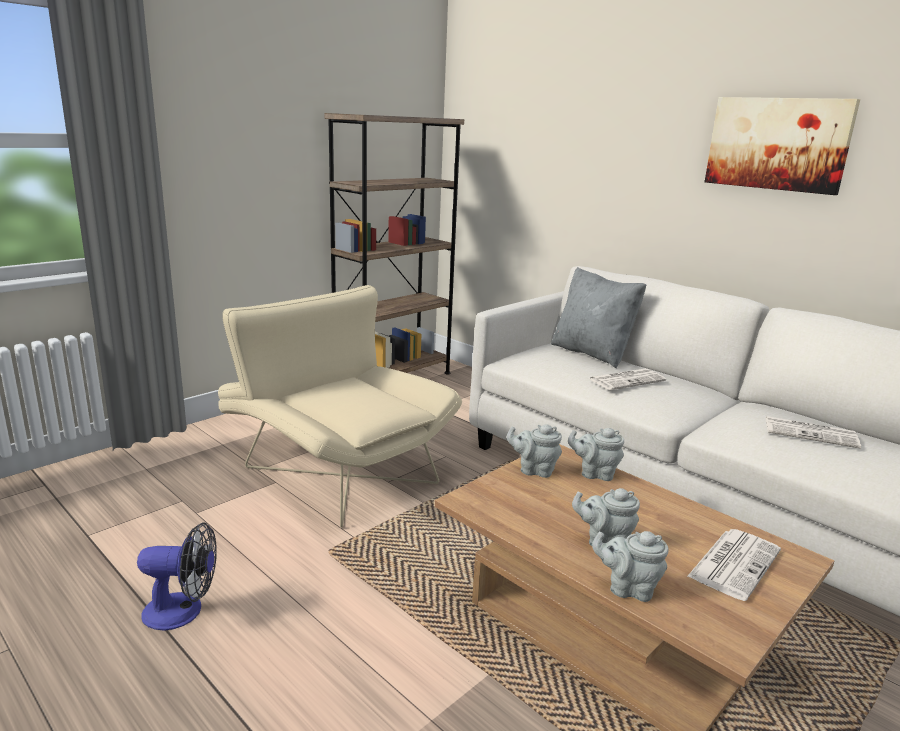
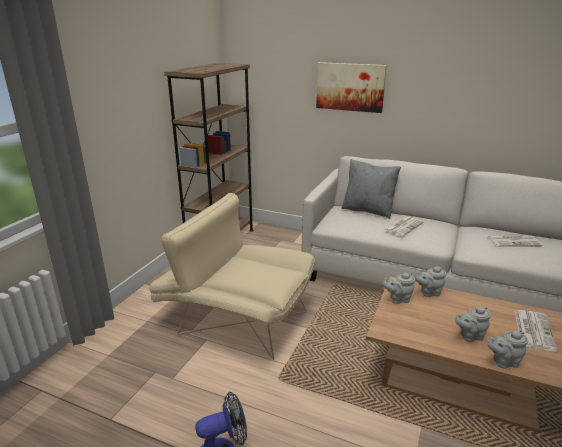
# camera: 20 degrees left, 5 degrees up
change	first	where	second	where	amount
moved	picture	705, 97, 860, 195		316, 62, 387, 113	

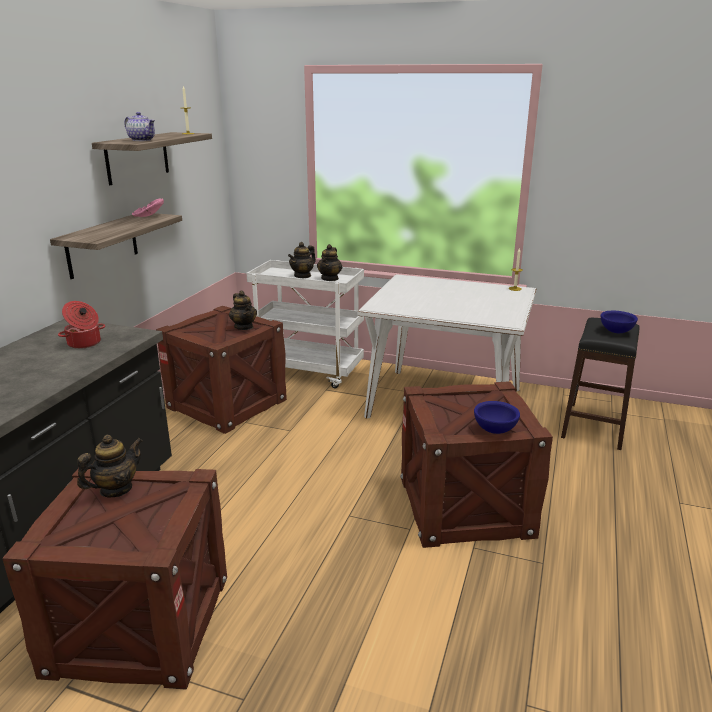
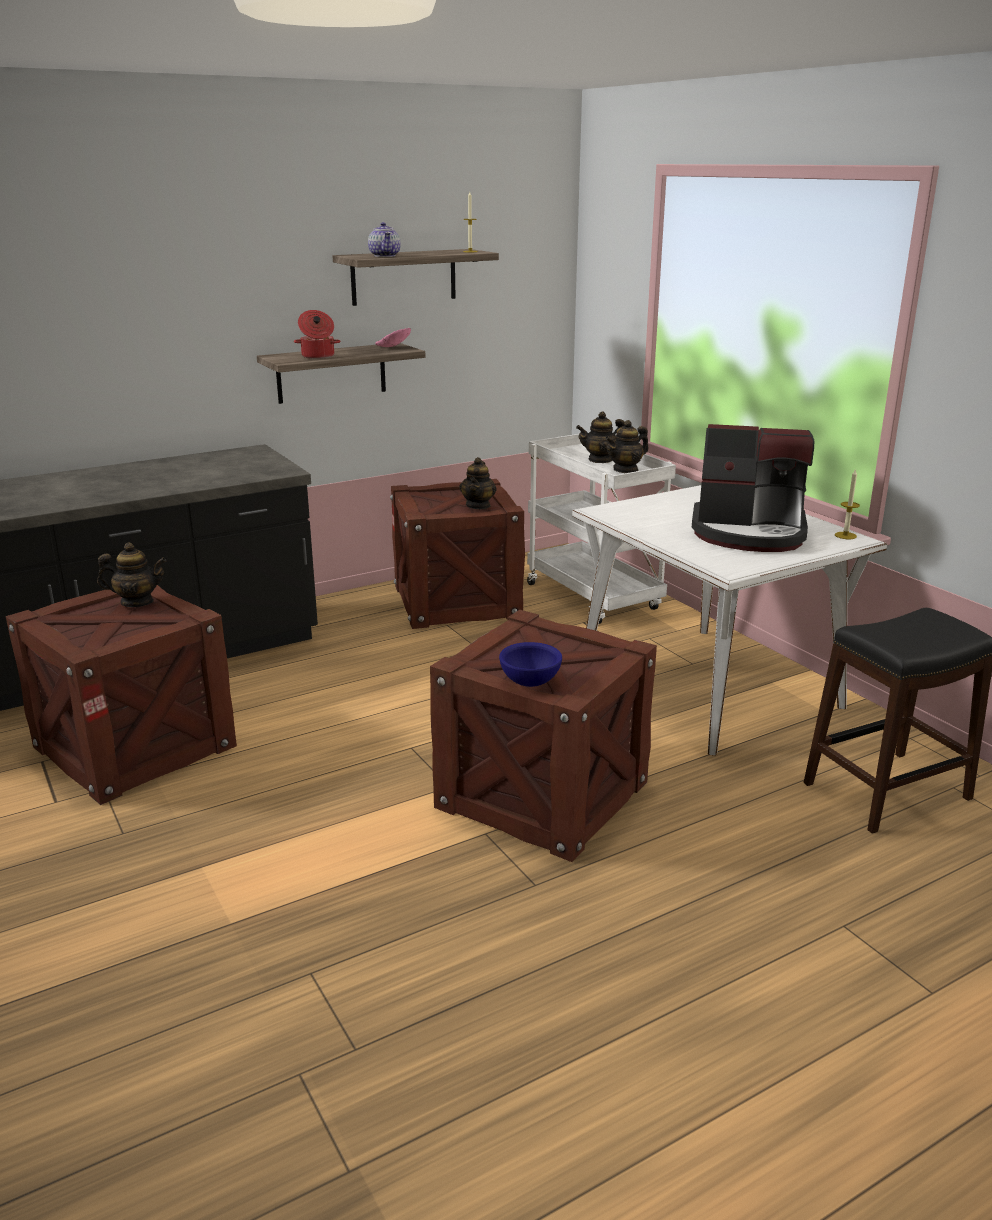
# camera: 40 degrees right, 0 degrees up
change	first	where	second	where	amount
moved	cooking pot	58, 301, 105, 349		294, 310, 340, 359	
removed	bowl in blue	601, 311, 638, 333			
added			coffee machine	692, 424, 814, 552	

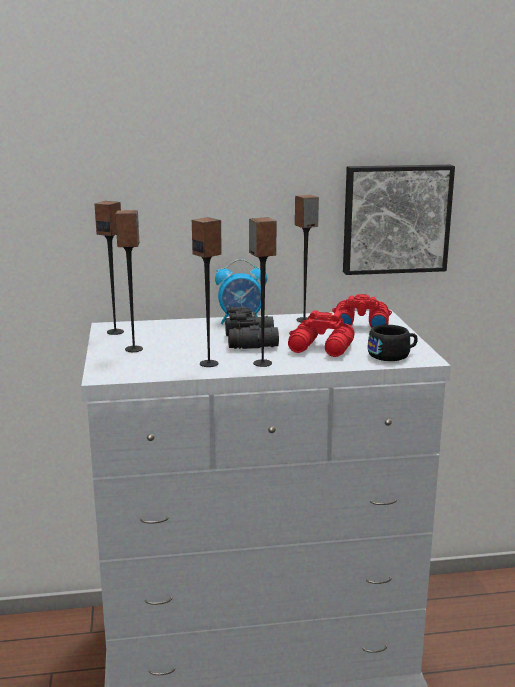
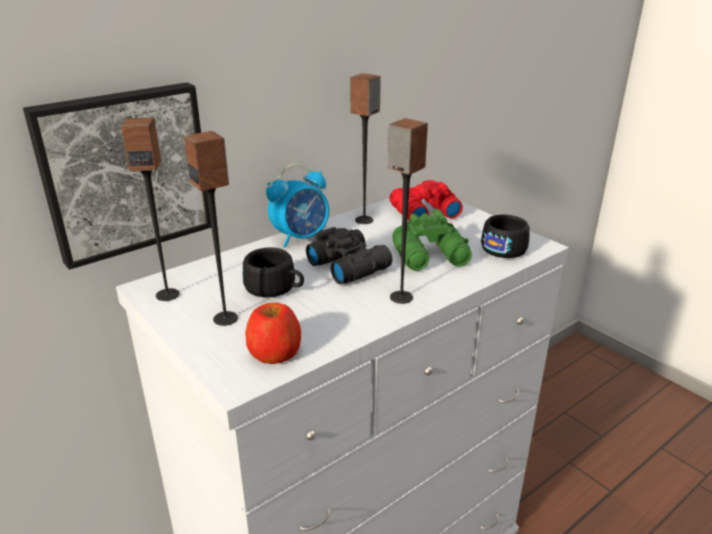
# camera: 30 degrees left, 10 degrees up
change	first	where	second	where	amount
moved	picture	343, 165, 455, 275		23, 82, 211, 270	
removed	speaker	192, 217, 222, 367			
recoloured	binoculars in red	288, 310, 354, 357	binoculars in green	392, 209, 472, 271	
added			cup in black	243, 248, 304, 297	
added			apple	245, 303, 301, 364	

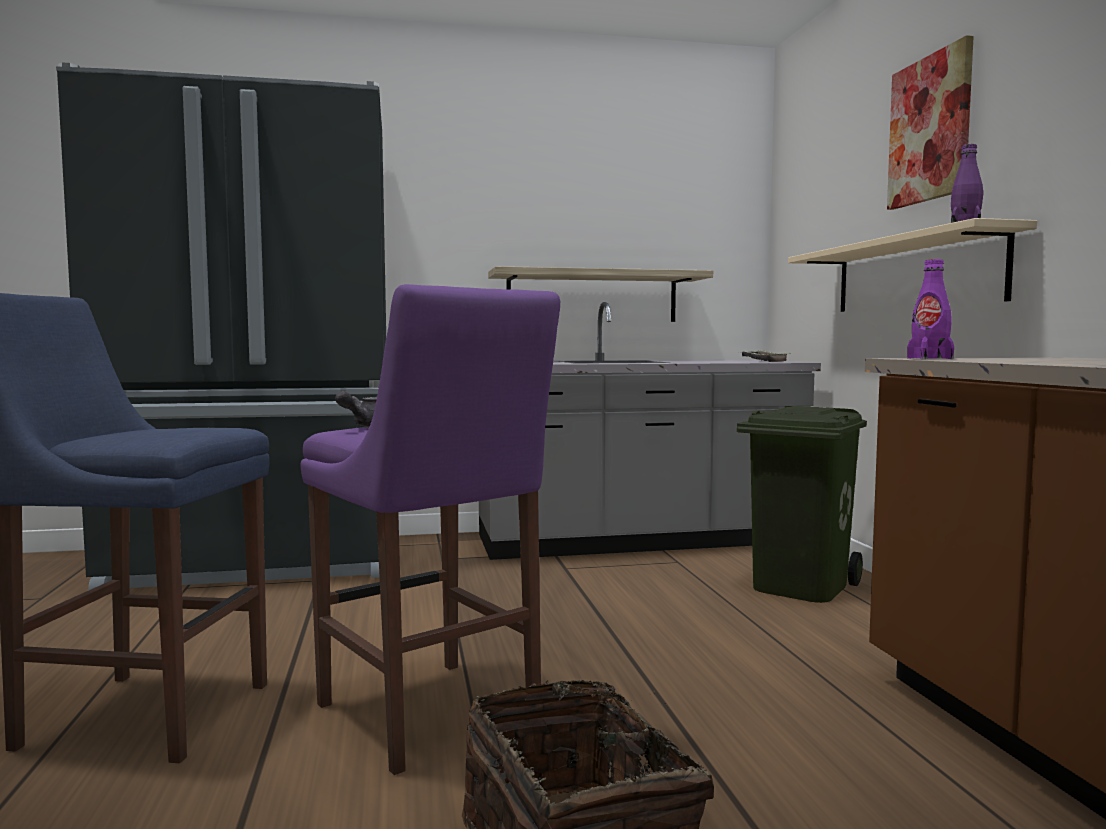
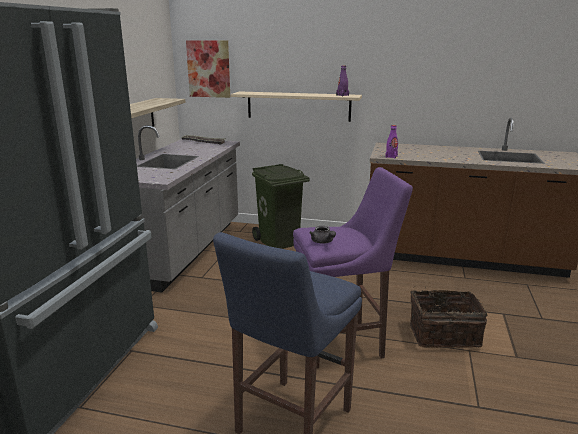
# camera: 65 degrees left, 15 degrees up
change	first	where	second	where	amount
moved	picture	887, 35, 974, 210		186, 40, 230, 98	

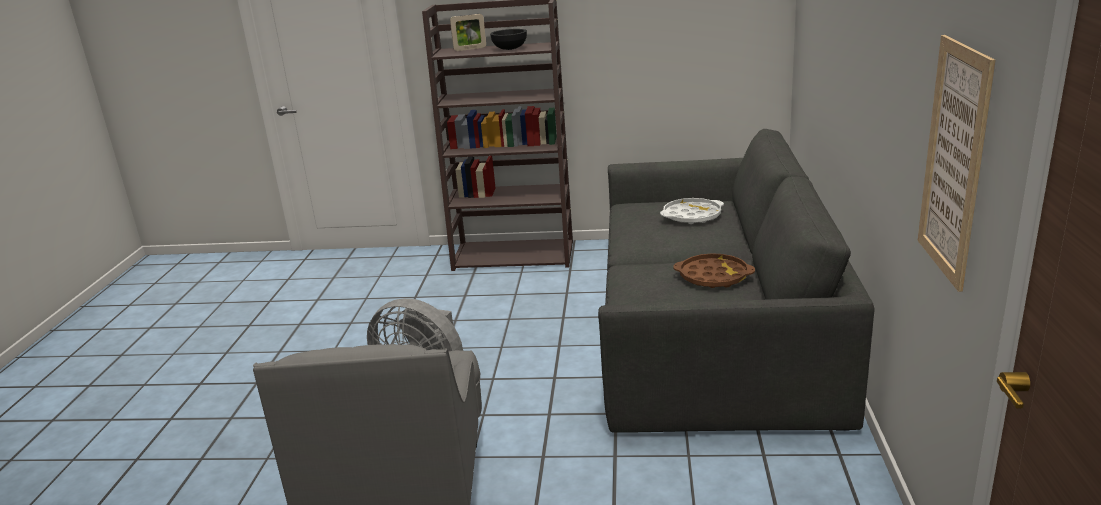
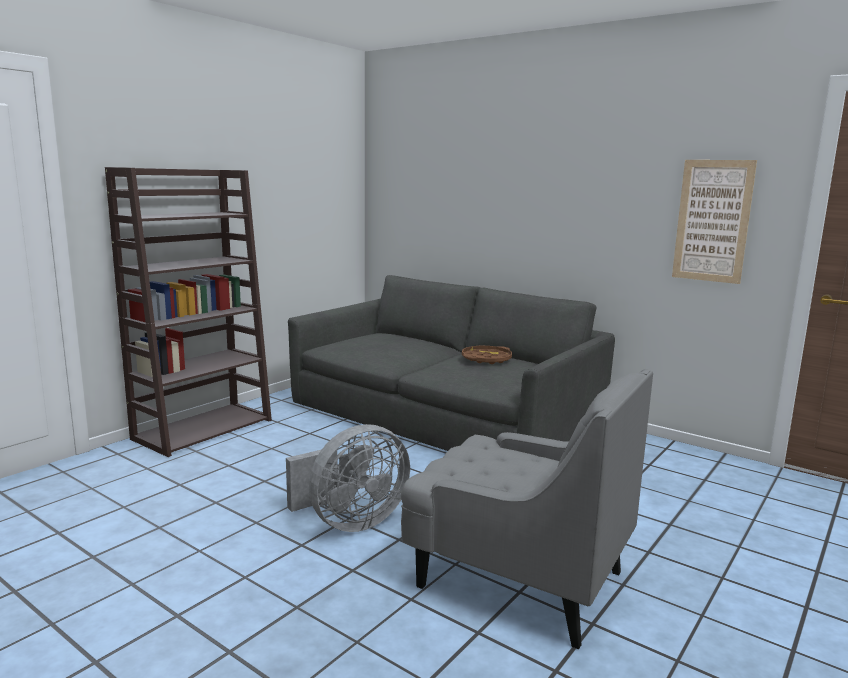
# camera: 60 degrees left, 10 degrees down
change	first	where	second	where	amount
removed	picture frame	450, 14, 486, 51			
removed	bowl in black	490, 29, 527, 50			
removed	tray in white	660, 198, 724, 224			

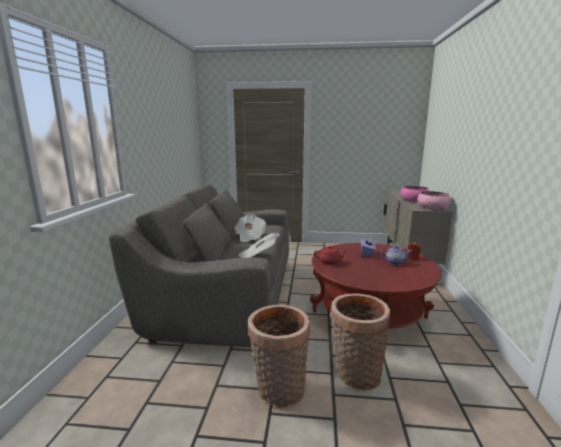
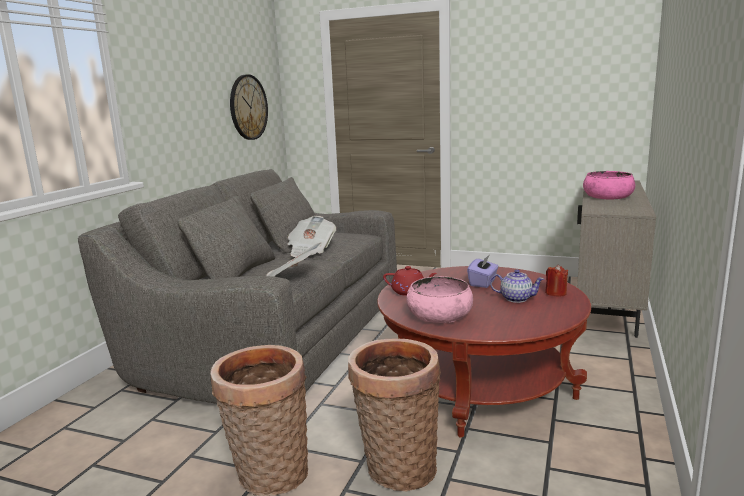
# camera: 15 degrees right, 0 degrees up
change	first	where	second	where	amount
moved	bowl in pink	418, 191, 451, 210		406, 276, 473, 323	
added			wall clock	230, 74, 268, 140	

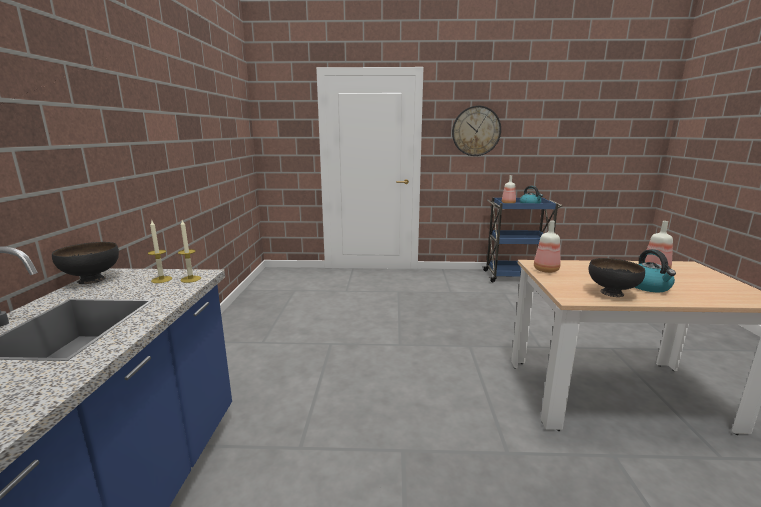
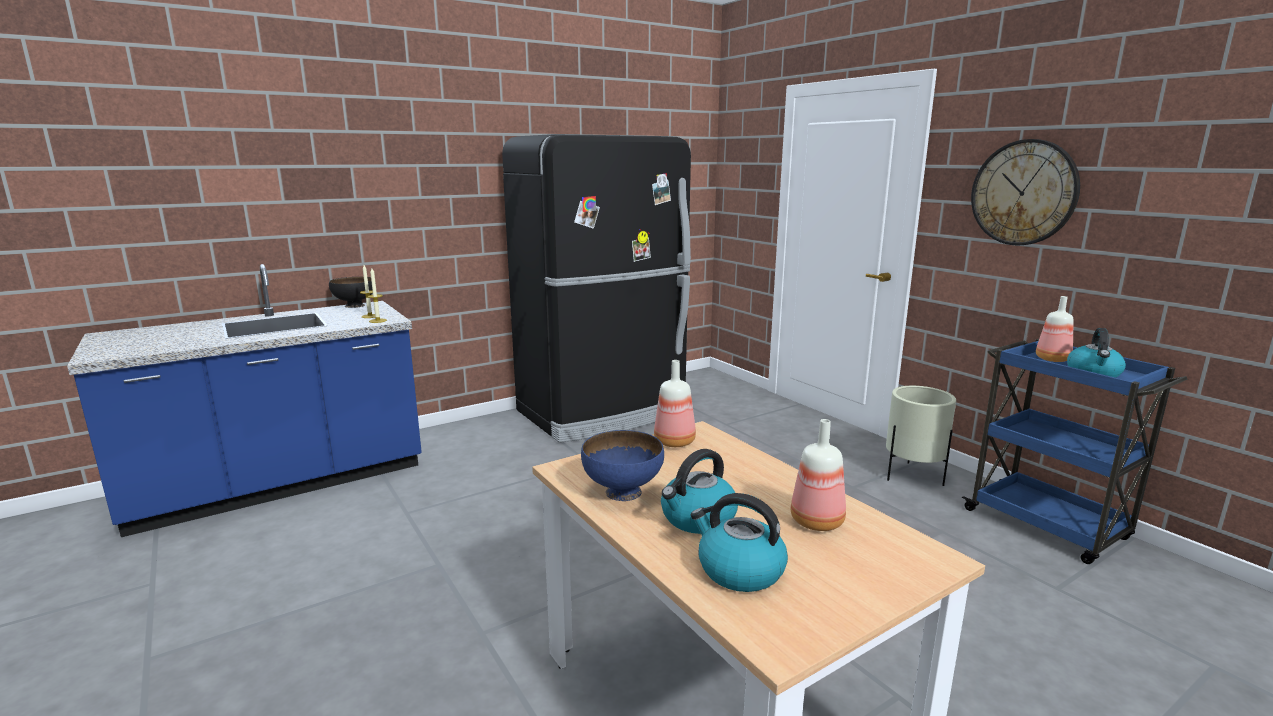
# camera: 55 degrees right, 0 degrees up
change	first	where	second	where	amount
recoloured	bowl in black	589, 258, 645, 297	bowl in blue	581, 430, 664, 501	
added			fridge in black	502, 134, 691, 443	
added			planter in beige	886, 386, 956, 486	
added			kettle	691, 493, 788, 592	

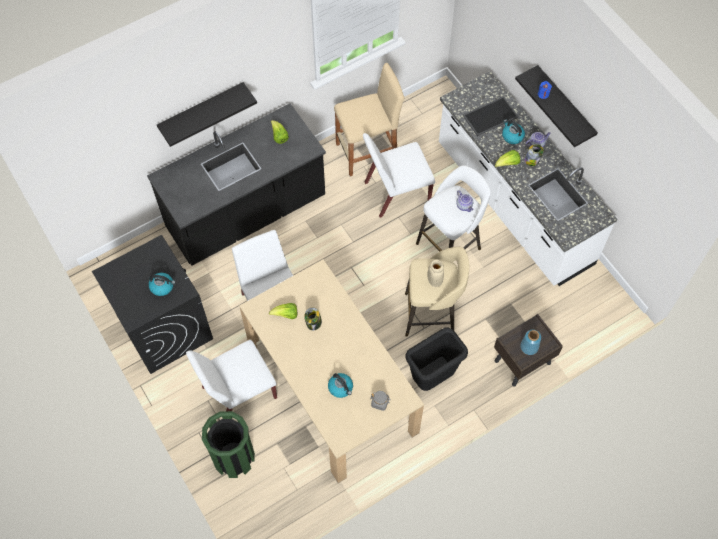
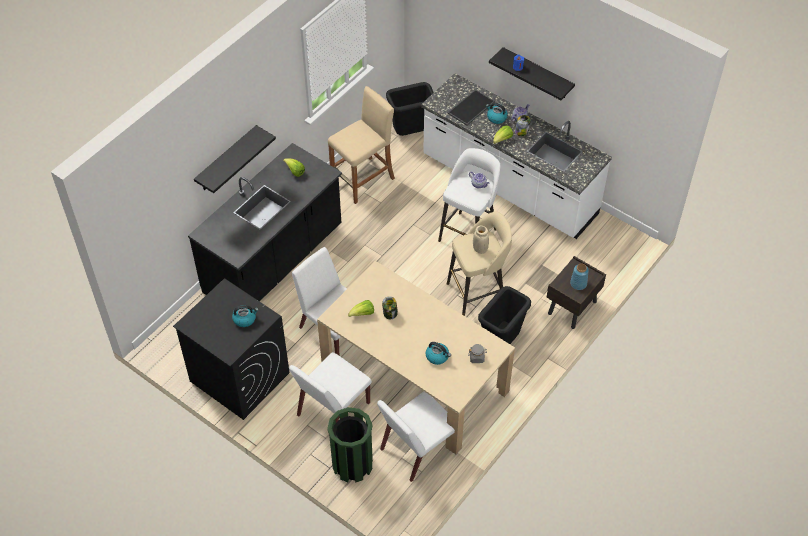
# camera: 20 degrees left, 10 degrees down
change	first	where	second	where	amount
moved	chair in white	363, 133, 435, 218		377, 392, 455, 482	
added			trash can in black	386, 82, 434, 136	

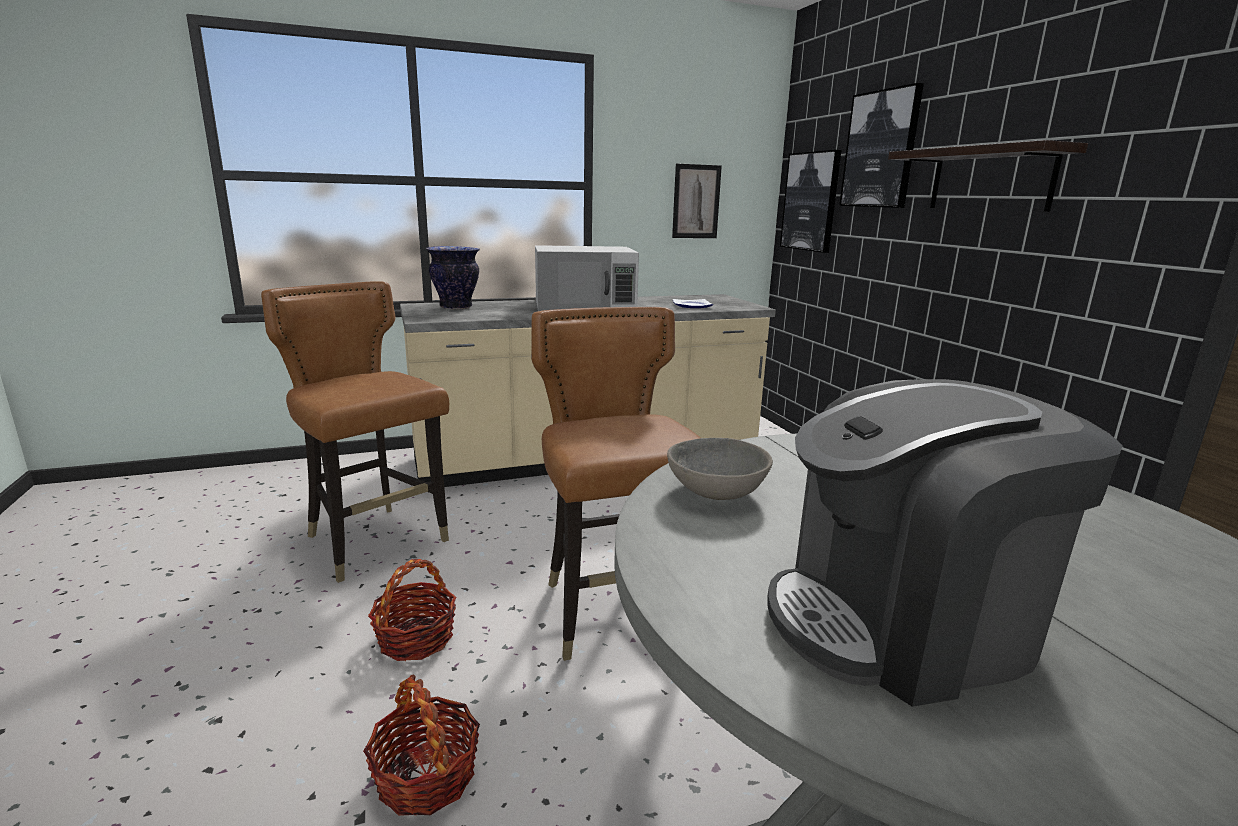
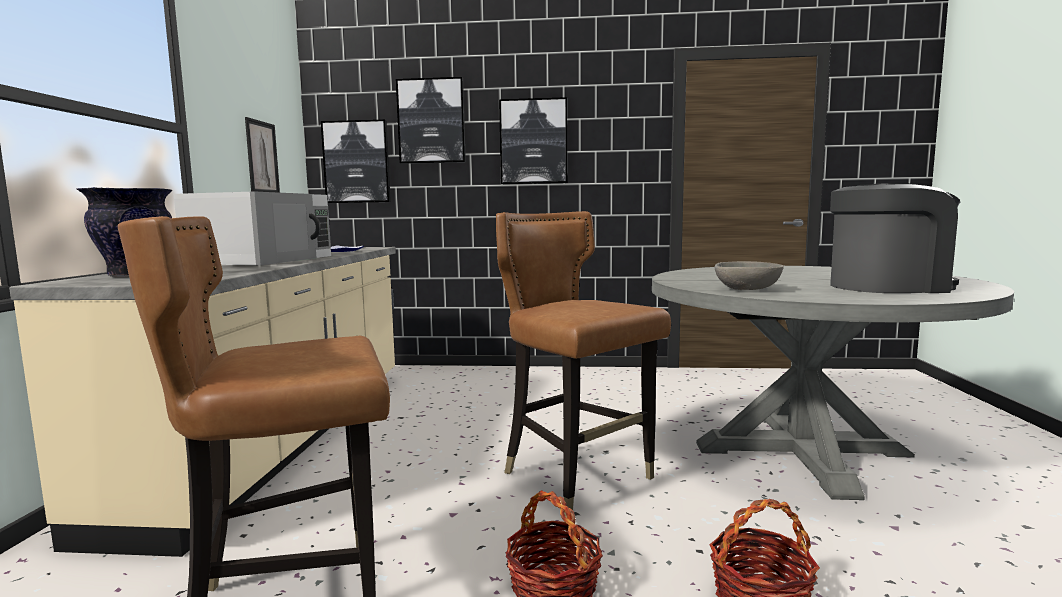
# camera: 65 degrees left, 10 degrees down
change	first	where	second	where	amount
replaced	shelf	888, 140, 1088, 212	picture	499, 97, 568, 184	
turned	chair in brown	531, 307, 701, 661		496, 211, 671, 517	45 degrees clockwise
turned	coffee machine	767, 379, 1123, 707		830, 183, 960, 293	105 degrees counterclockwise

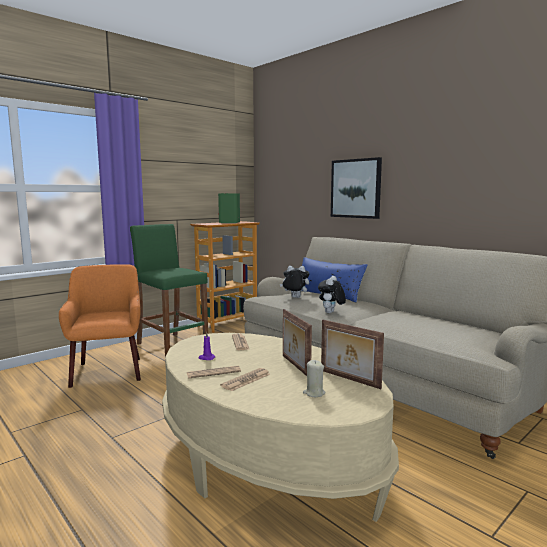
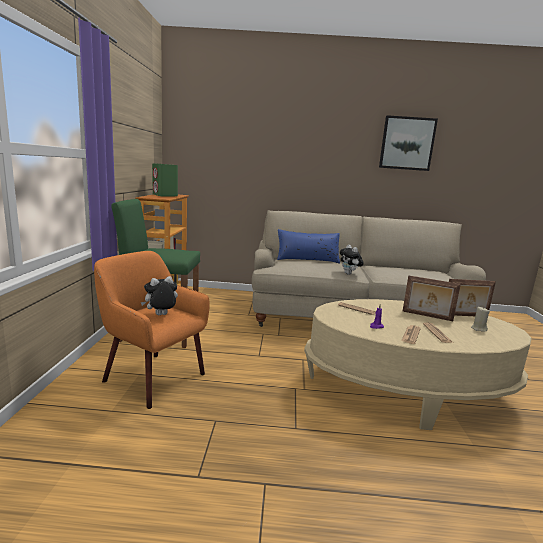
# camera: 45 degrees left, 5 degrees up
change	first	where	second	where	amount
moved	picture	331, 157, 382, 219		379, 115, 438, 171	
moved	plush toy	280, 266, 309, 298		141, 276, 178, 315	

